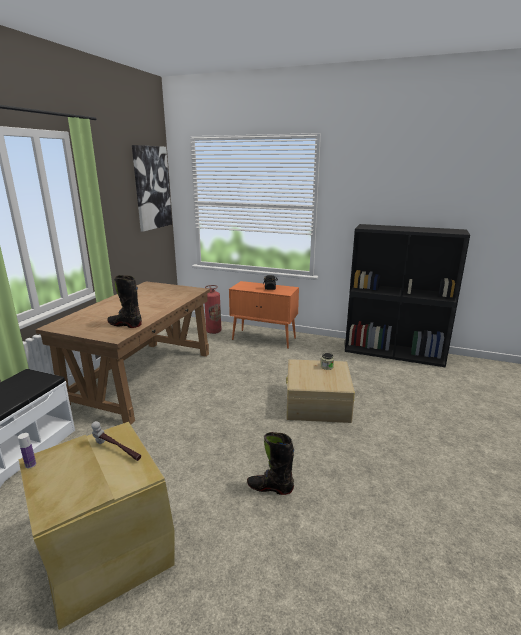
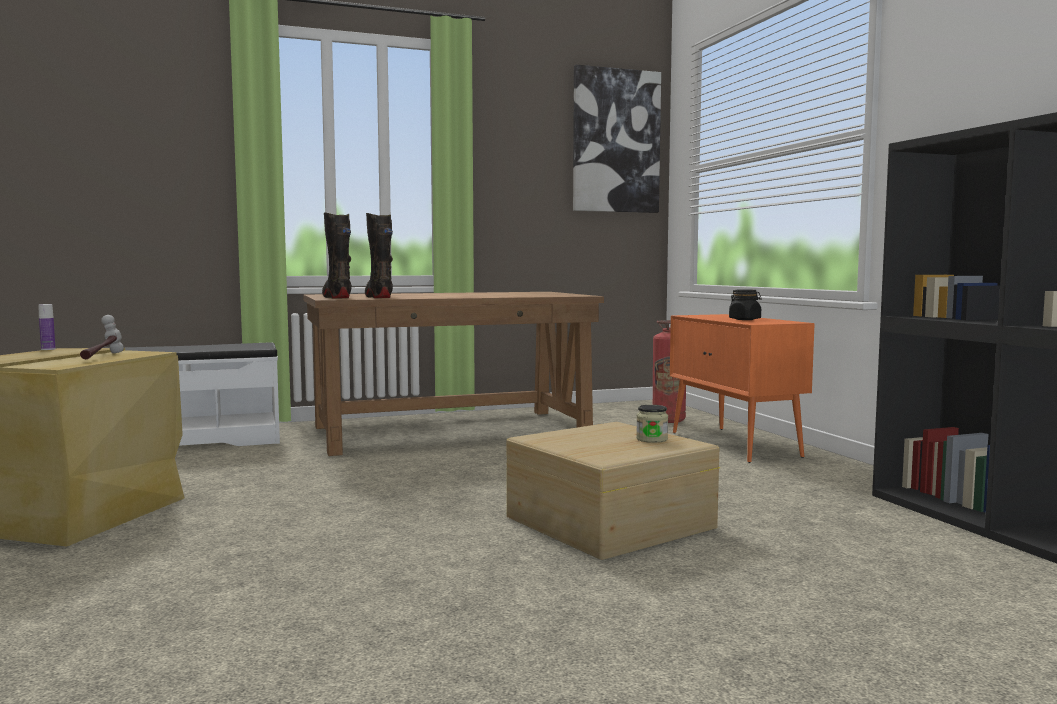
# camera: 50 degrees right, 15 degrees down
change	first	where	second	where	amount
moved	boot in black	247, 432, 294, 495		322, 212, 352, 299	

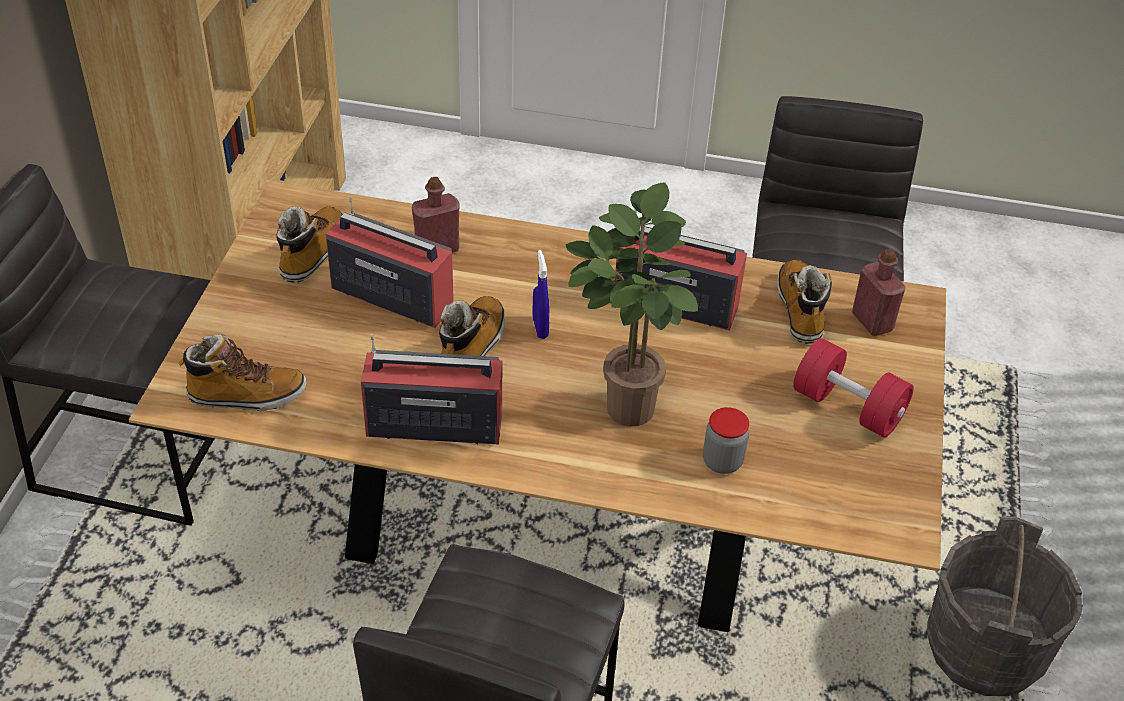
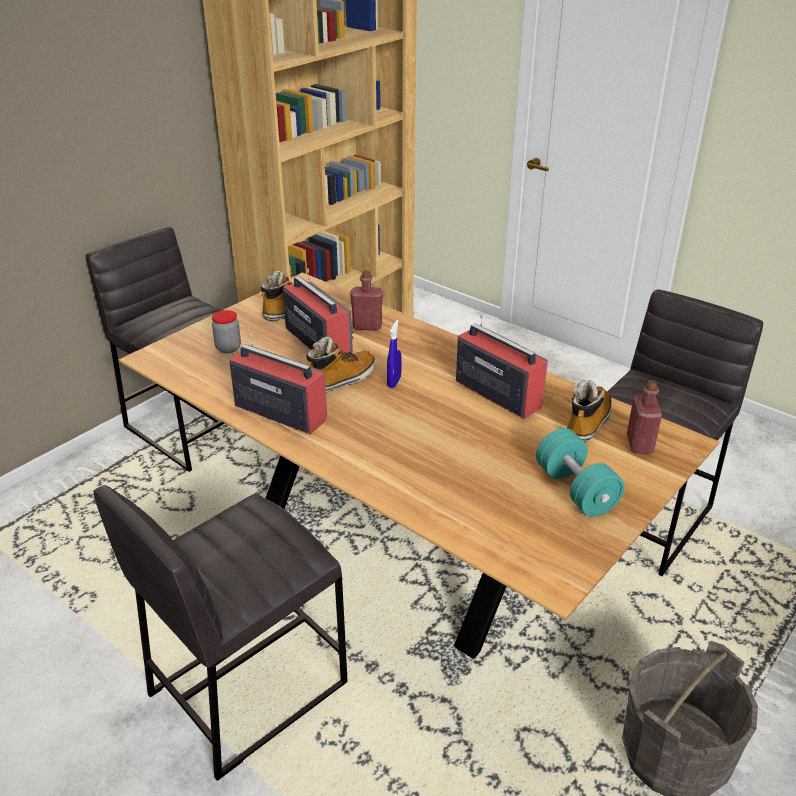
# camera: 30 degrees right, 10 degrees down
change	first	where	second	where	amount
removed	potted plant	566, 182, 698, 427			
removed	boot	178, 334, 306, 411			
recoloured	dumbbell in red	793, 338, 914, 438	dumbbell in turquoise	536, 428, 625, 517	
moved	jar	703, 407, 749, 474		212, 310, 241, 353	

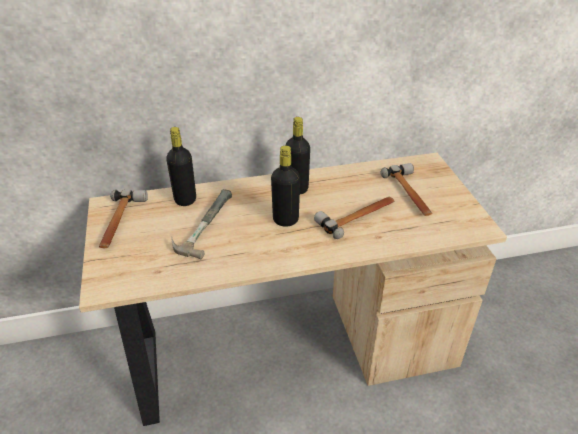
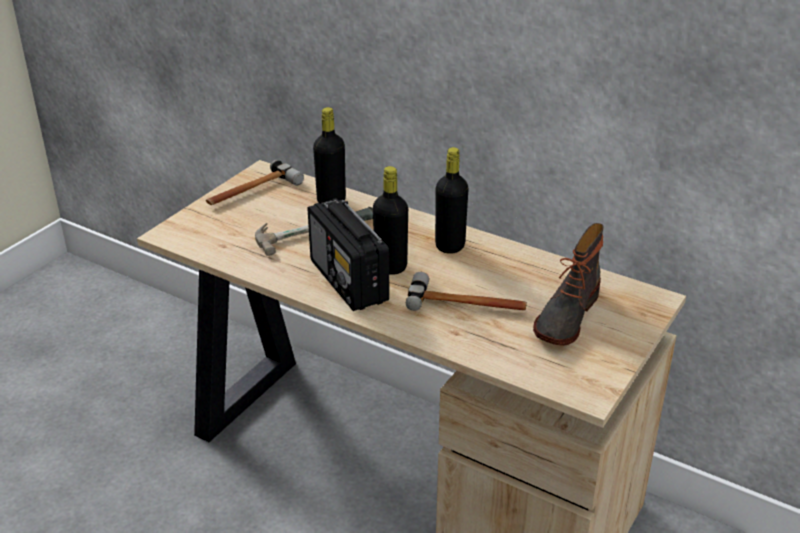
# camera: 45 degrees right, 5 degrees down
change	first	where	second	where	amount
replaced	hammer	380, 163, 432, 216	boot	533, 223, 604, 346	
added			radio	308, 198, 389, 311	

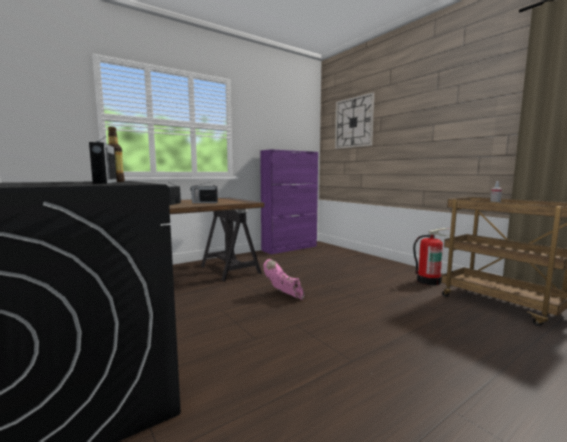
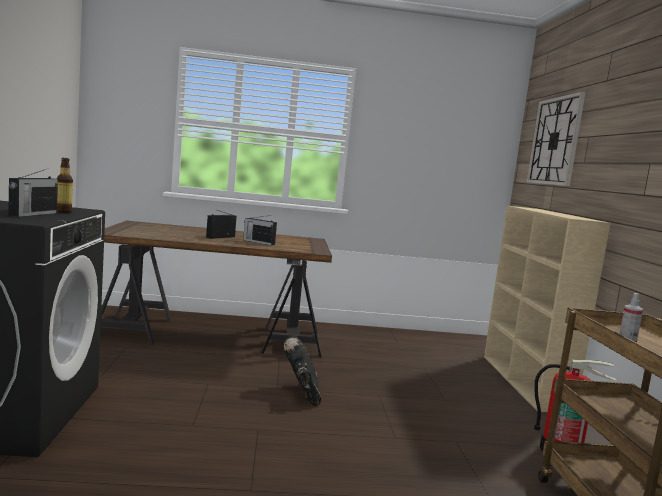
# camera: 30 degrees right, 0 degrees up
change	first	where	second	where	amount
removed	cabinet in purple	260, 149, 318, 254			
recoloured	boot in pink	263, 259, 305, 300	boot in black	284, 336, 321, 406	
added			bookcase in beige	484, 206, 610, 412	

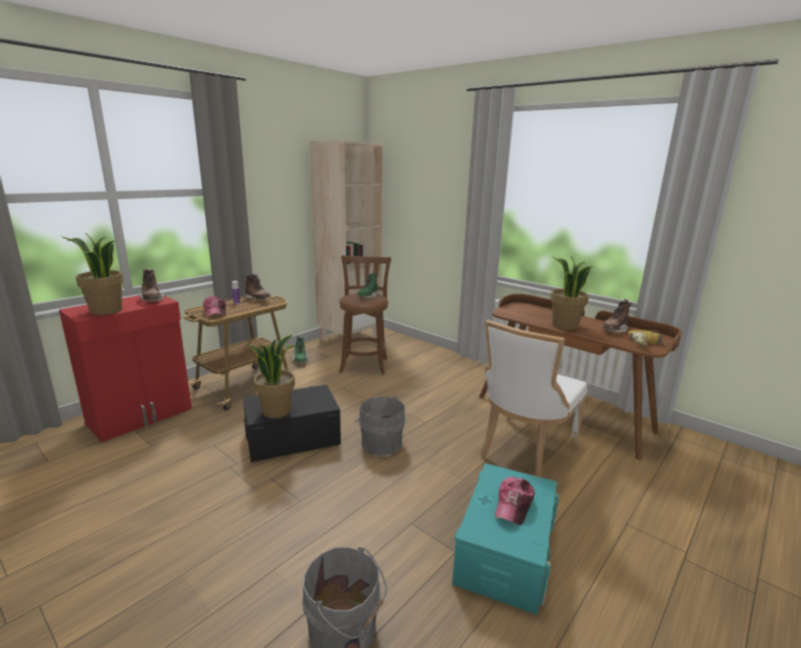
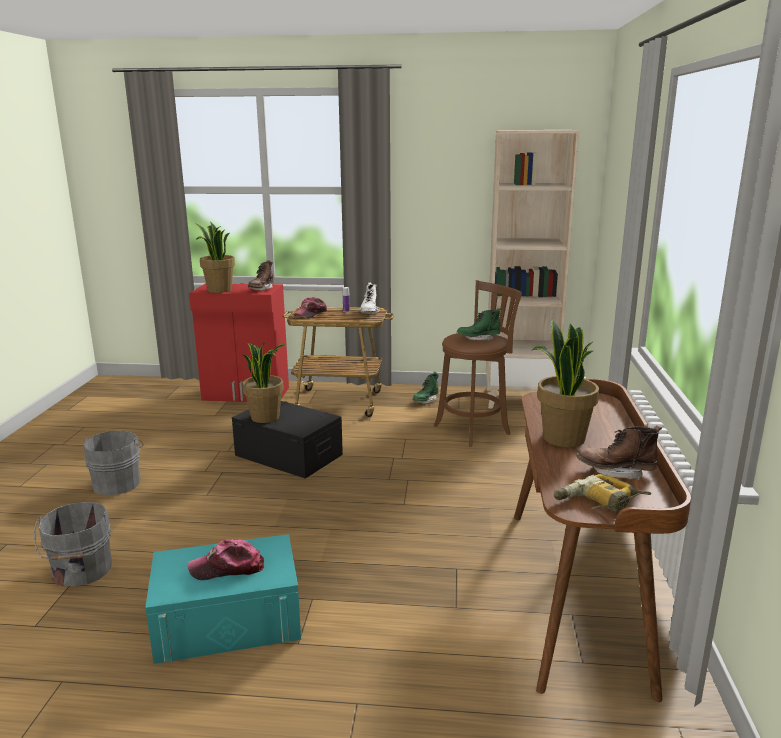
# camera: 55 degrees right, 0 degrees up
change	first	where	second	where	amount
recoloured	boot in brown	245, 274, 271, 301	boot in white	359, 283, 380, 314	
removed	chair in white	480, 320, 587, 477			
moved	bucket in grey	355, 396, 405, 456		83, 431, 144, 495	

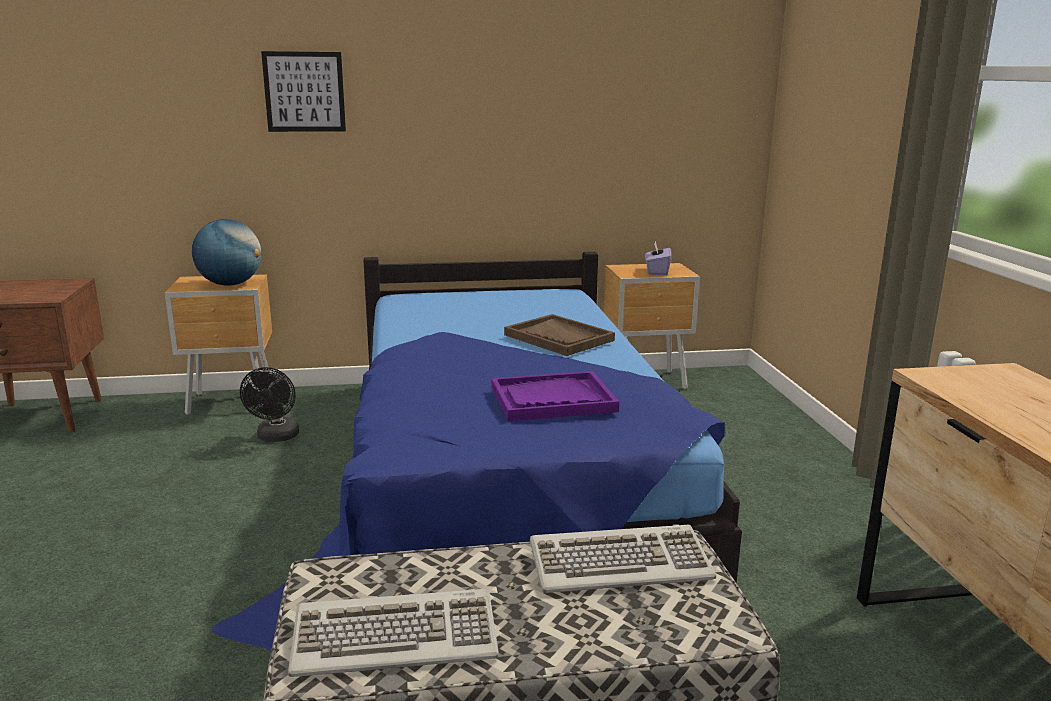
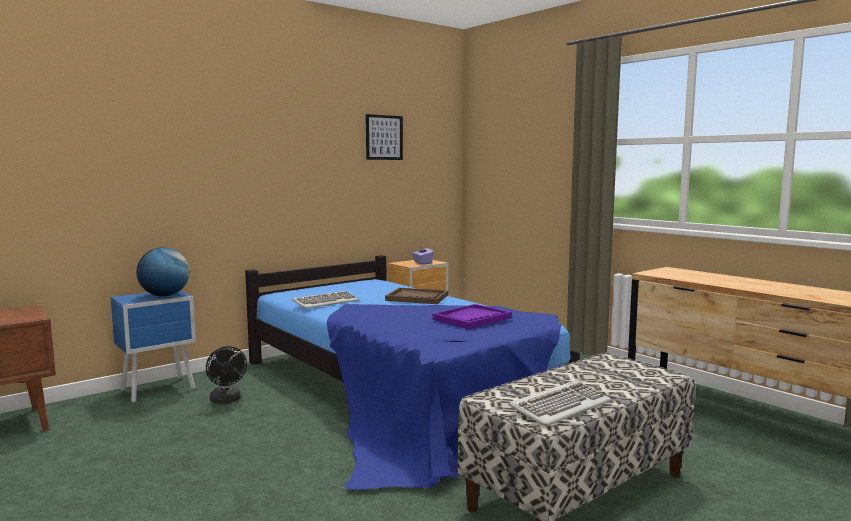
# camera: 30 degrees left, 10 degrees down
change	first	where	second	where	amount
moved	picture	261, 51, 346, 132		366, 114, 403, 160	
recoloured	nightstand in brown	165, 274, 272, 415	nightstand in blue	110, 290, 196, 403	
moved	keyboard	530, 524, 716, 593		292, 291, 359, 309	

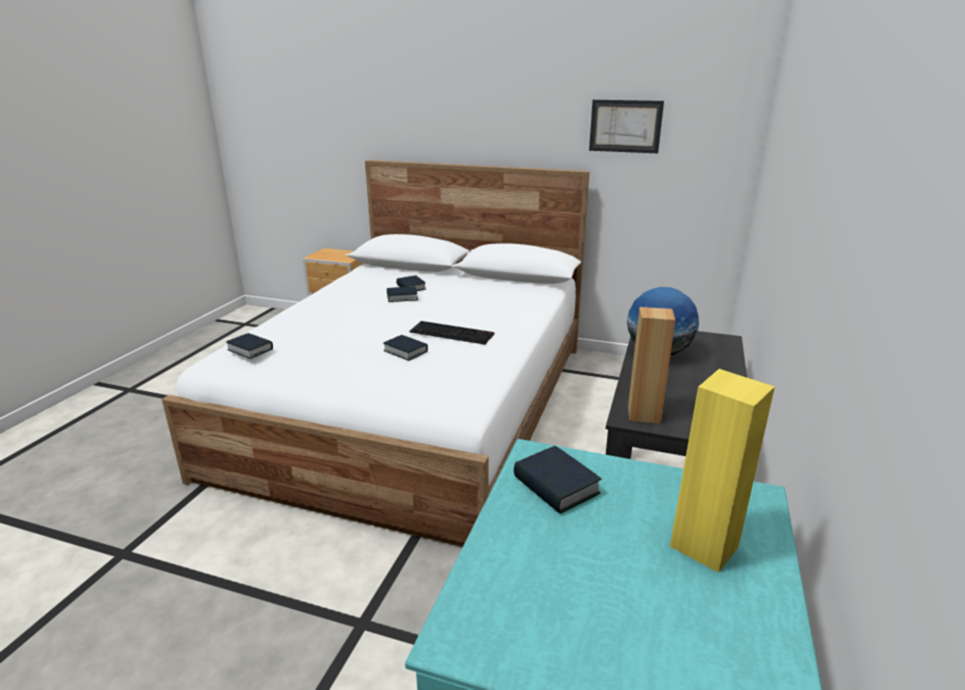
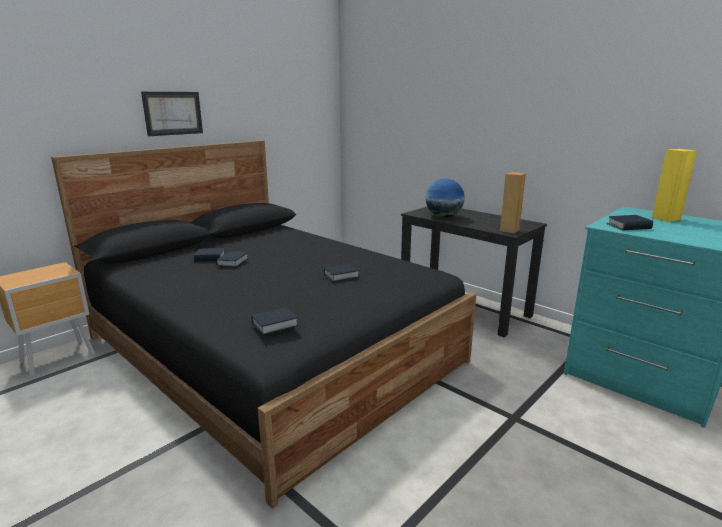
# camera: 65 degrees left, 5 degrees down
change	first	where	second	where	amount
moved	picture	589, 100, 664, 153		141, 92, 203, 136	
recoloured	bed in white	162, 160, 590, 547	bed in black	51, 140, 476, 509	
removed	keyboard	410, 321, 495, 345			

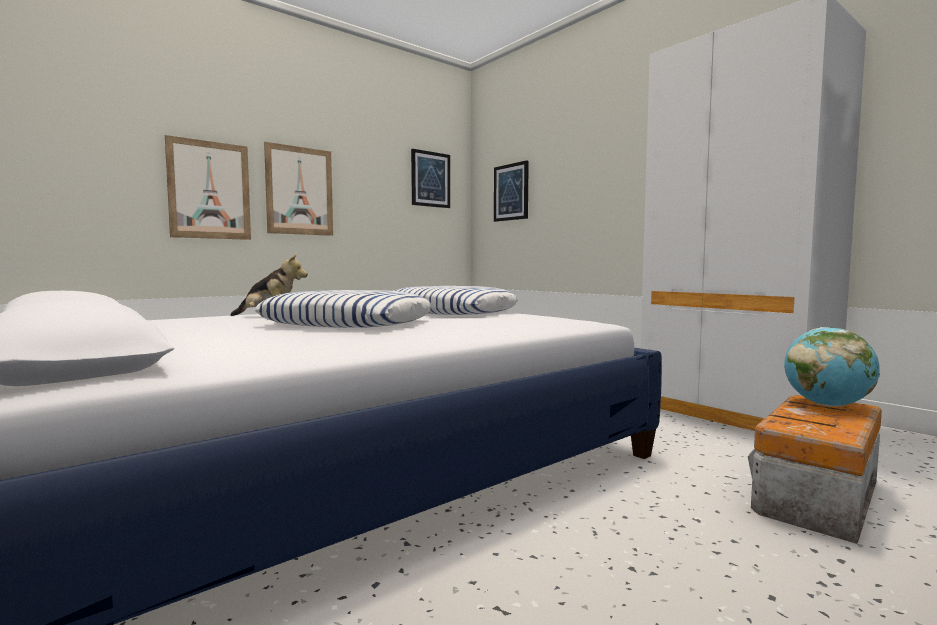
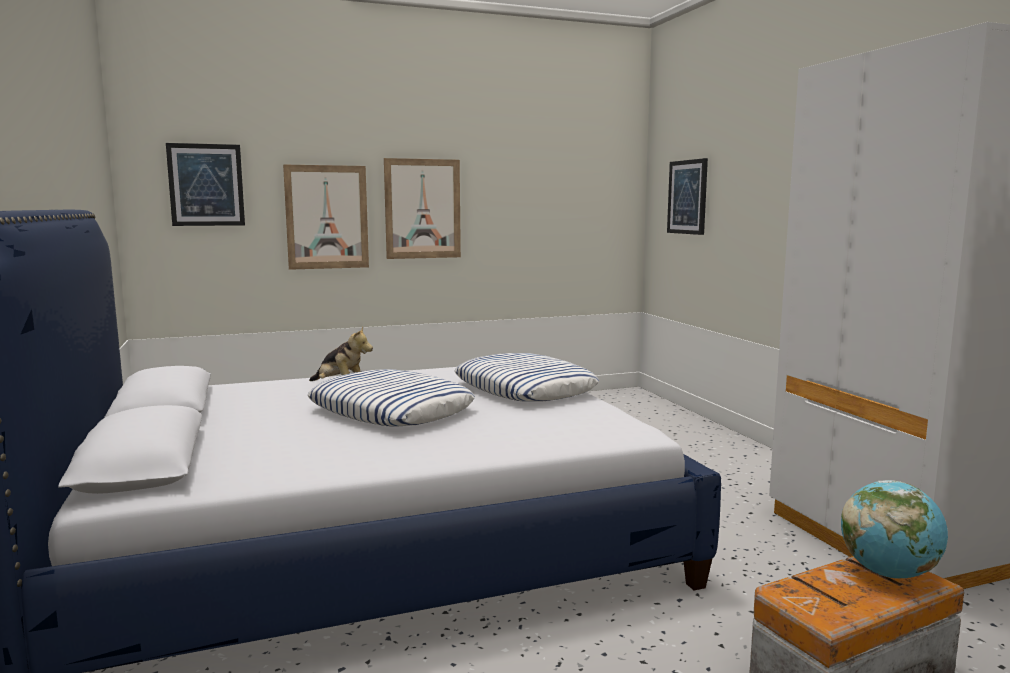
# camera: 20 degrees right, 5 degrees up
change	first	where	second	where	amount
moved	picture	411, 149, 450, 208		166, 143, 245, 226	

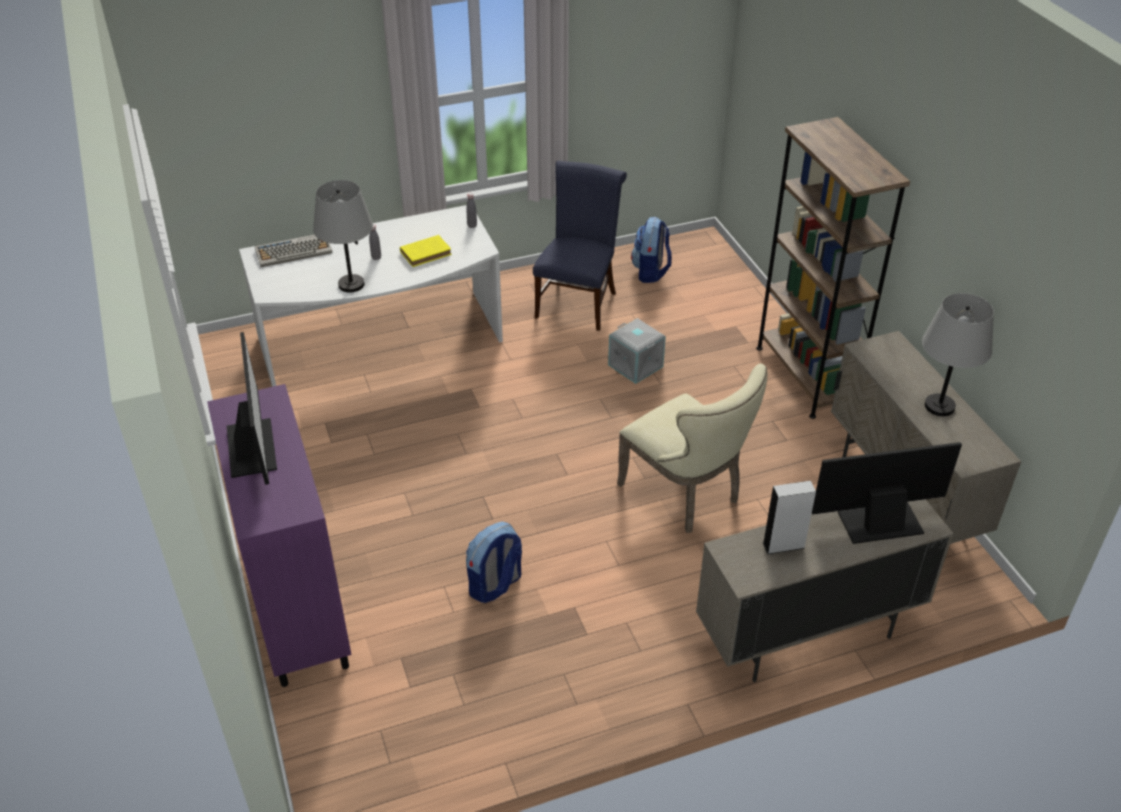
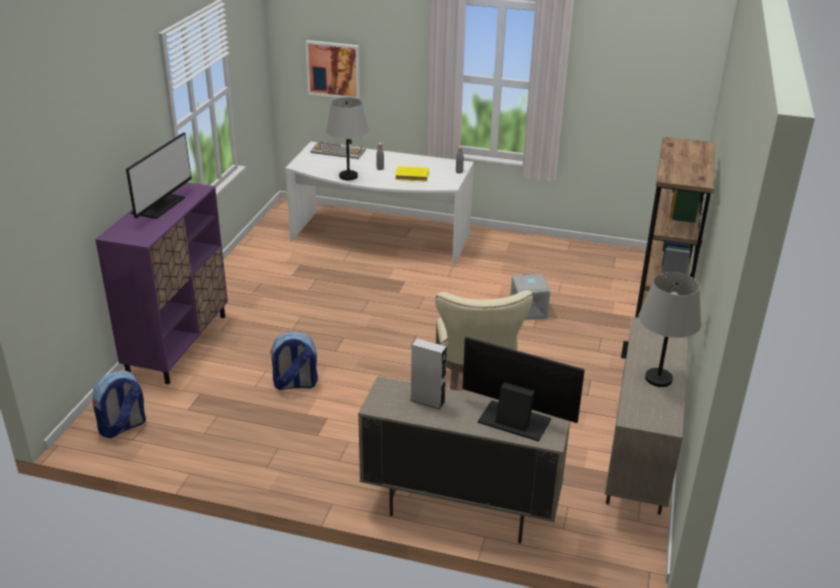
# camera: 35 degrees right, 10 degrees down
change	first	where	second	where	amount
removed	chair in blue	533, 161, 627, 331			
moved	backpack	631, 217, 672, 283		92, 371, 146, 438	
added			picture	305, 40, 360, 100	

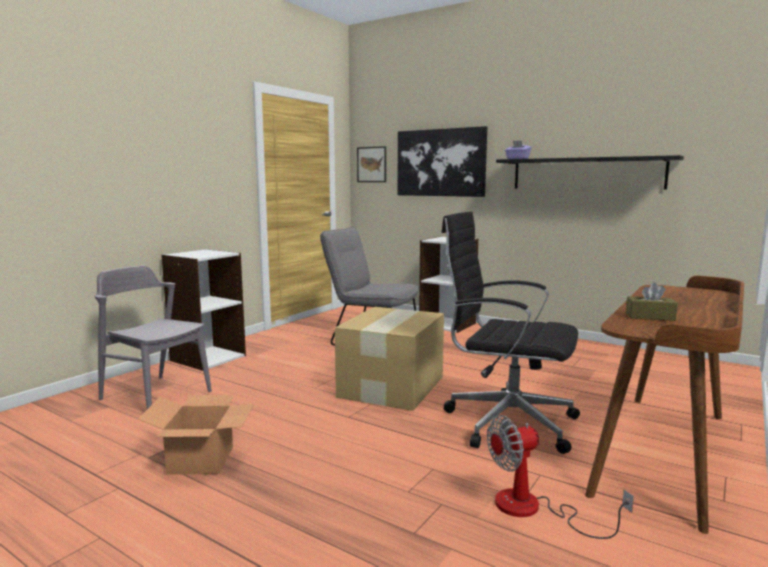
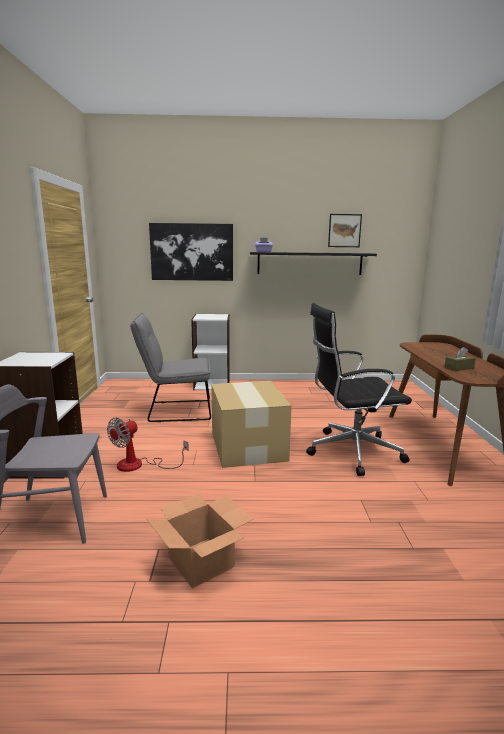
# camera: 35 degrees left, 5 degrees up
change	first	where	second	where	amount
moved	picture	357, 146, 386, 182		328, 214, 362, 247	
moved	fan	487, 415, 634, 539		107, 418, 189, 472	

